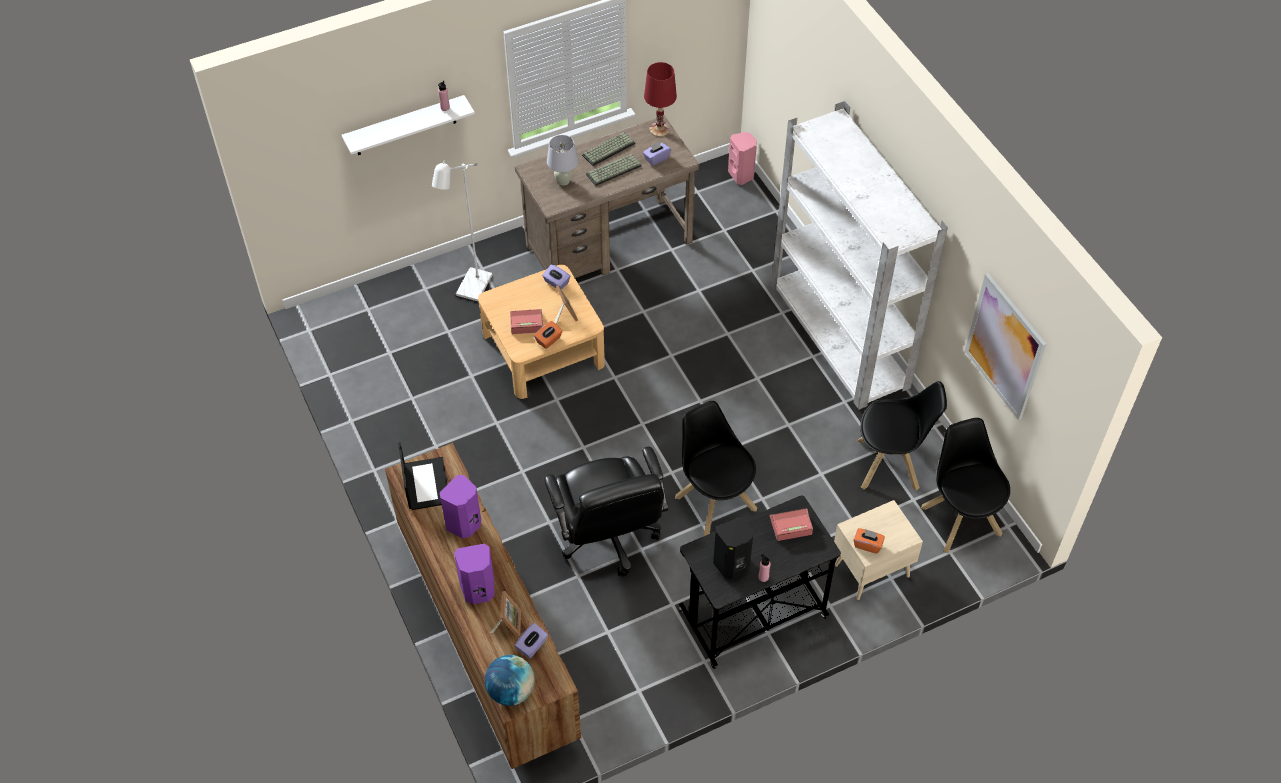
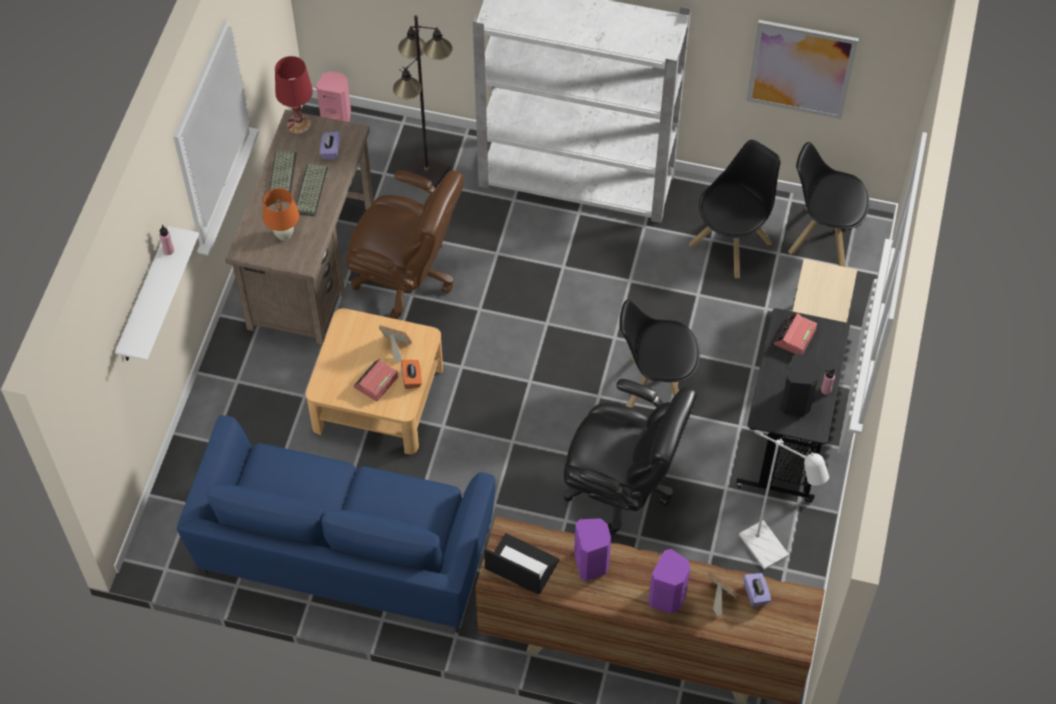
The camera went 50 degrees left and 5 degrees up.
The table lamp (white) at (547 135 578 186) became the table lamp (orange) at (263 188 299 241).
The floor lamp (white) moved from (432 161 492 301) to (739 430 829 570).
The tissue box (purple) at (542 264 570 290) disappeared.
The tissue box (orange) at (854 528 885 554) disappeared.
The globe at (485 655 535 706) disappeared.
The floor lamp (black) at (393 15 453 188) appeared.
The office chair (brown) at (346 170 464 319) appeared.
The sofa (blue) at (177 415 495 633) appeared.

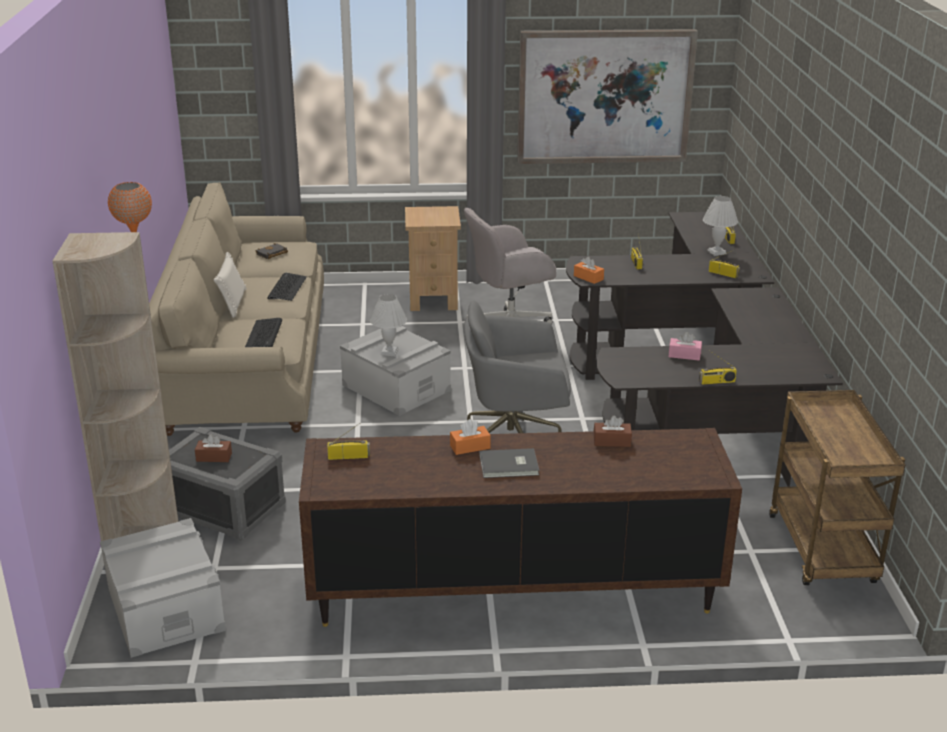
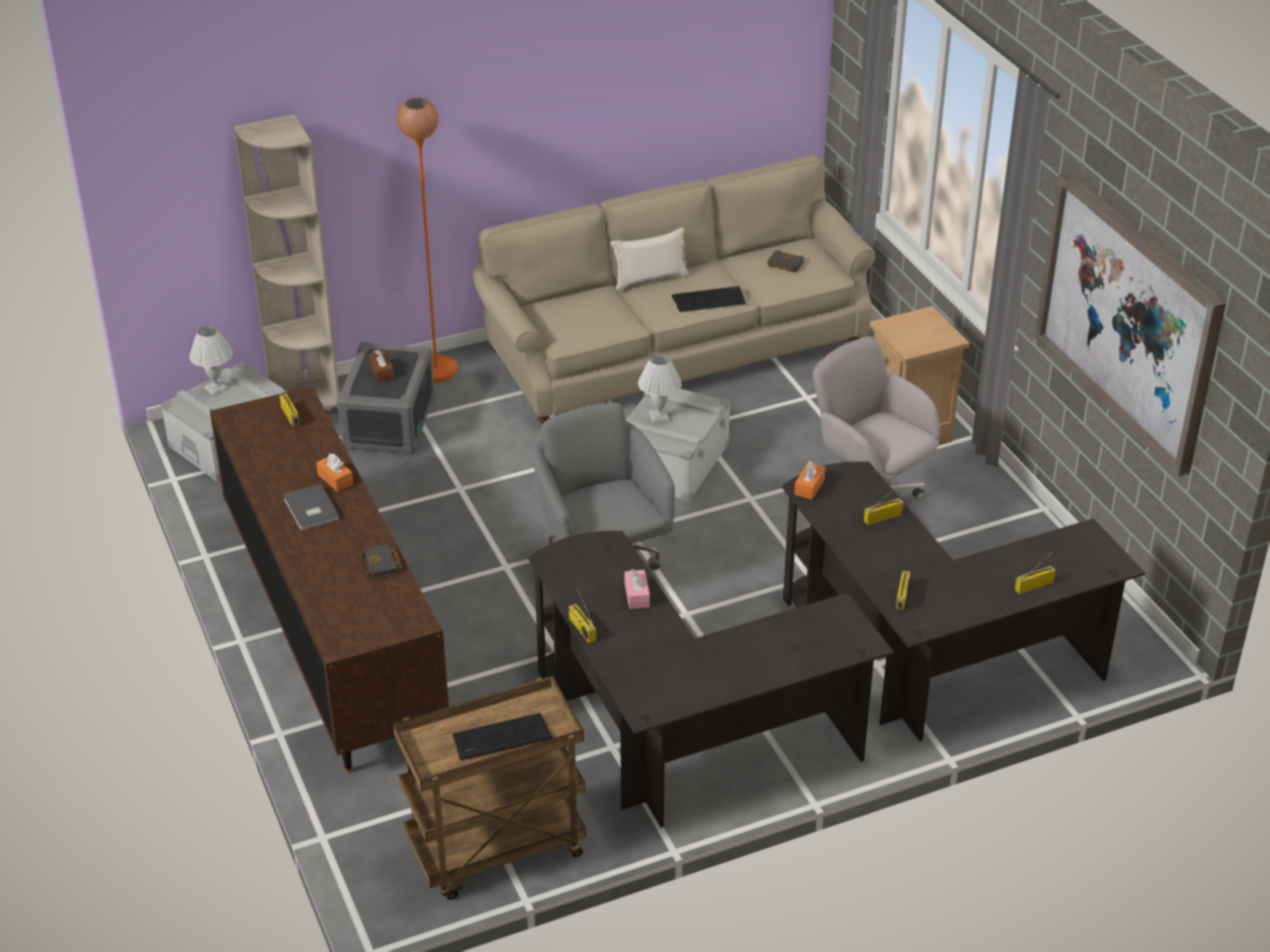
The camera went 70 degrees right and 10 degrees up.
The table lamp (white) moved from (703 196 738 256) to (189 326 233 396).
The keyboard moved from (245 318 282 347) to (452 713 553 760).
The tissue box (brown) at (594 415 632 447) was replaced by the book (black) at (360 544 402 578).

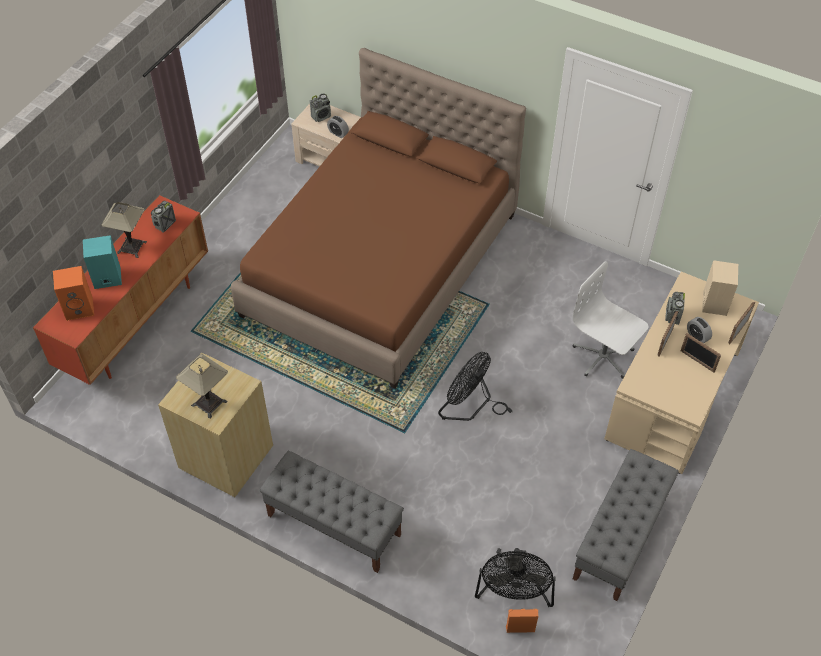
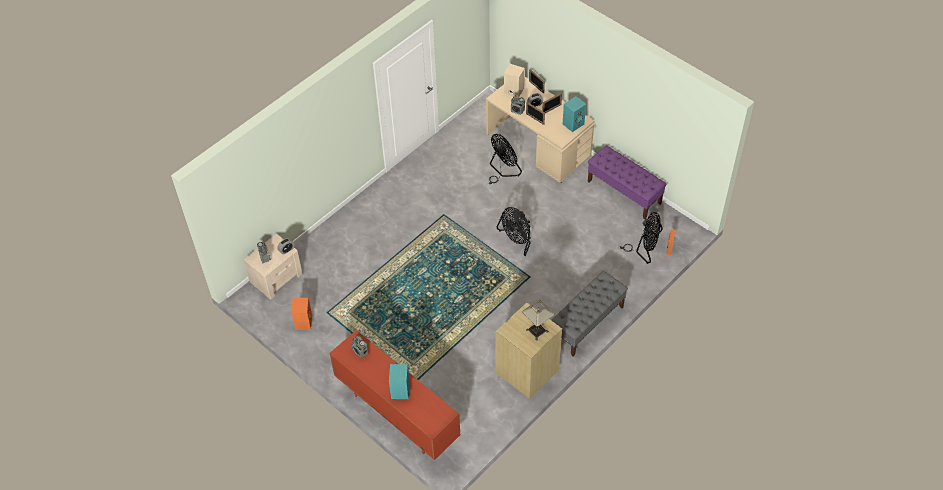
The camera went 75 degrees left and 0 degrees up.
The bed (brown) at (231 48 526 389) disappeared.
The table lamp at (101 202 147 258) disappeared.
The office chair (white) at (572 261 649 379) was replaced by the fan (black) at (488 134 522 184).
The speaker (orange) moved from (53 266 94 321) to (291 298 312 330).
The bench (grey) at (573 449 679 601) became the bench (purple) at (588 145 667 219).
The speaker (turquoise) at (563 96 586 132) appeared.

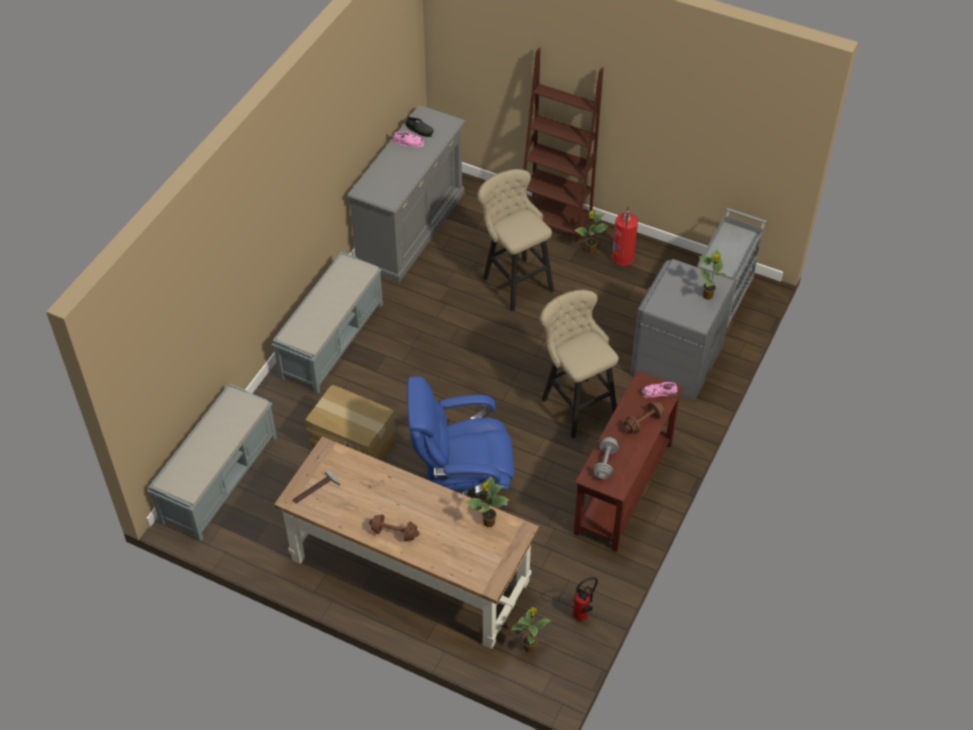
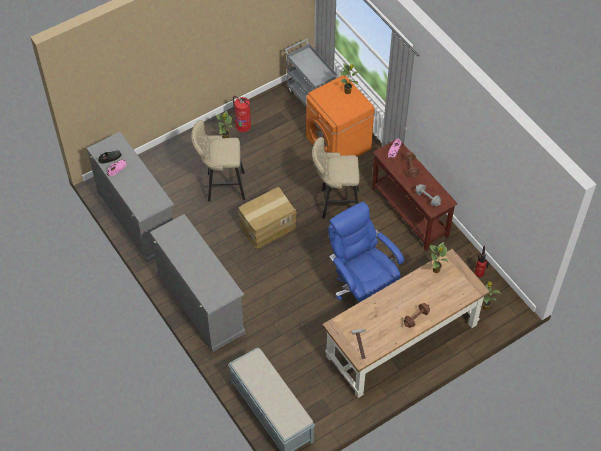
The camera went 60 degrees left and 5 degrees up.
The bookcase (brown) at (523 48 603 243) disappeared.
The bench (grey) at (272 252 383 394) was replaced by the cabinet (grey) at (150 214 246 352).
The washing machine (grey) at (630 259 736 401) became the washing machine (orange) at (306 75 374 157).
The office chair (blue) at (407 376 514 508) turned 120 degrees clockwise.
The cardboard box moved from (306 385 396 461) to (238 187 297 249).

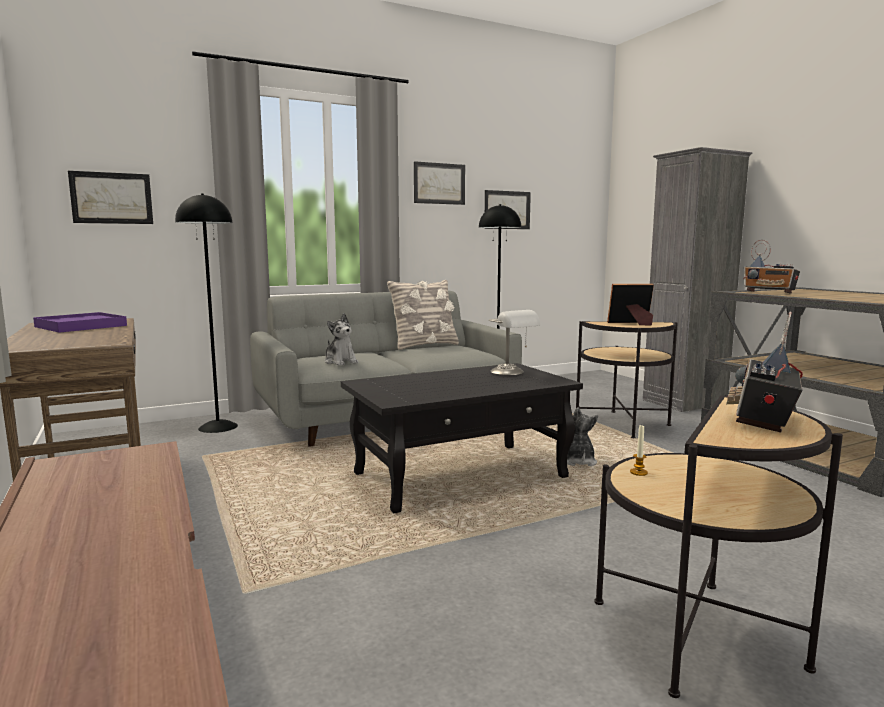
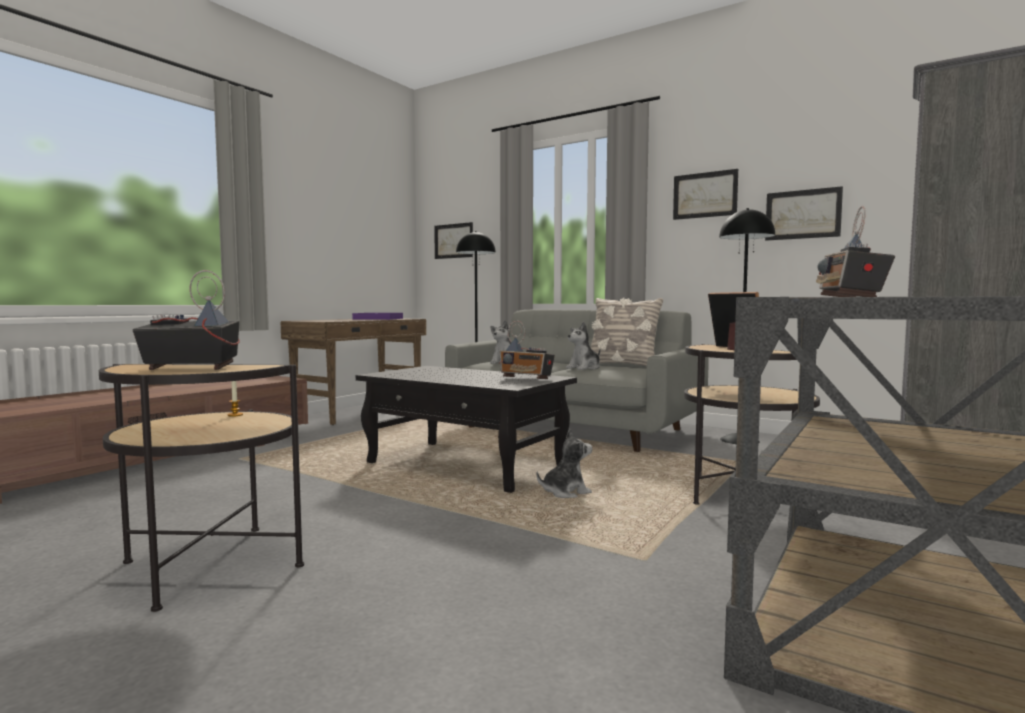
The camera went 60 degrees right and 5 degrees down.
The table lamp (white) at (489 310 540 375) was replaced by the radio at (499 321 555 379).
The plush toy at (566 322 600 370) appeared.

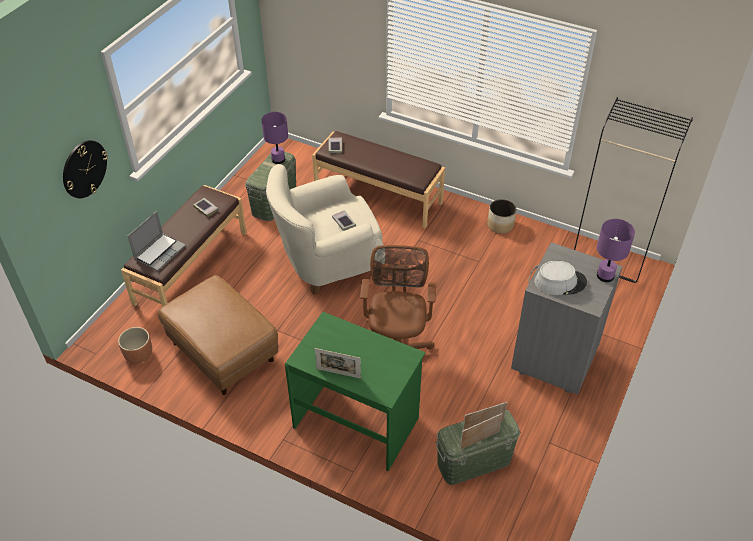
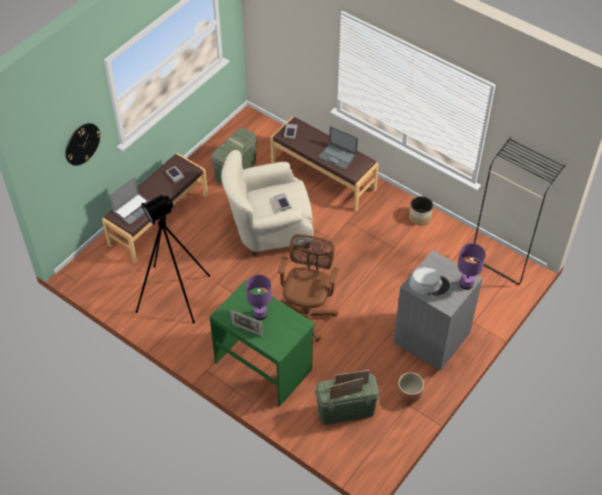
The camera went 10 degrees right and 5 degrees up.
The table lamp (purple) moved from (262 112 288 164) to (246 275 272 320).
The ottoman (brown) at (158 275 278 395) was replaced by the floor lamp (black) at (135 195 210 323).
The planter (brown) moved from (118 327 152 363) to (398 372 424 403).
The laptop at (318 126 358 170) appeared.

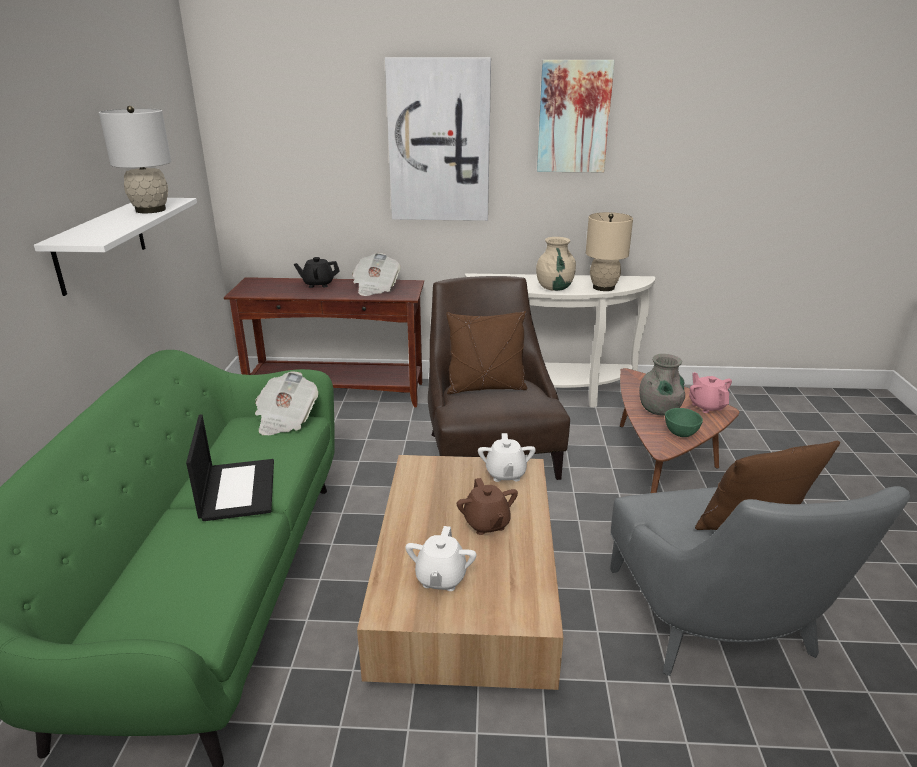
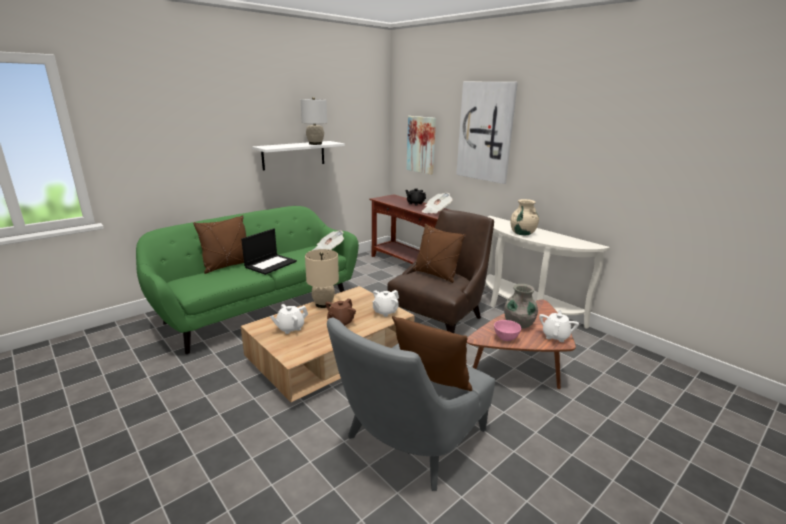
The camera went 45 degrees right and 5 degrees down.
The picture moved from (537 60 615 173) to (407 116 436 175).
The table lamp (beige) moved from (586 212 633 291) to (305 249 339 308).
The teapot (pink) at (689 372 732 413) became the teapot (white) at (539 310 579 342).
The bowl (green) at (665 408 703 437) became the bowl (pink) at (494 320 521 341).
The pillow (brown) at (193 215 247 274) appeared.

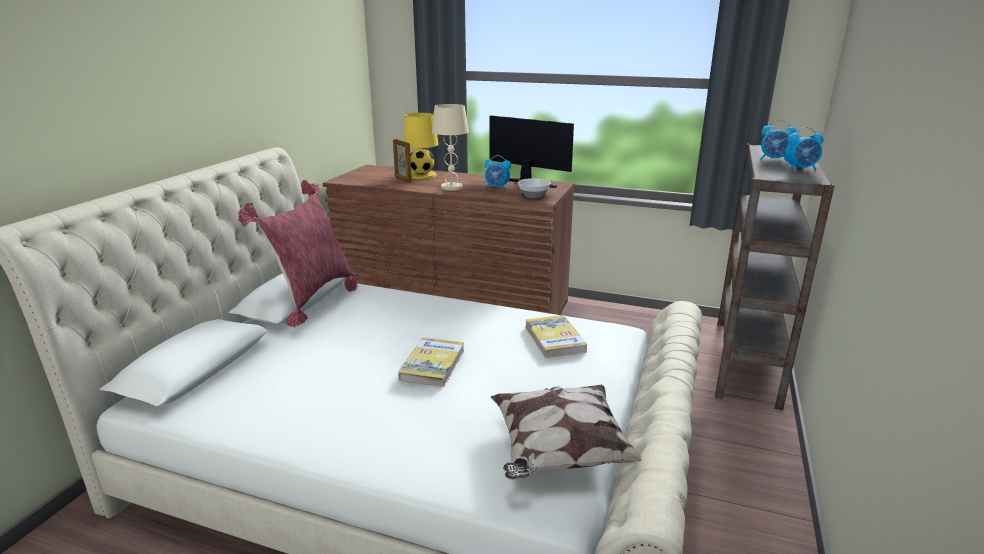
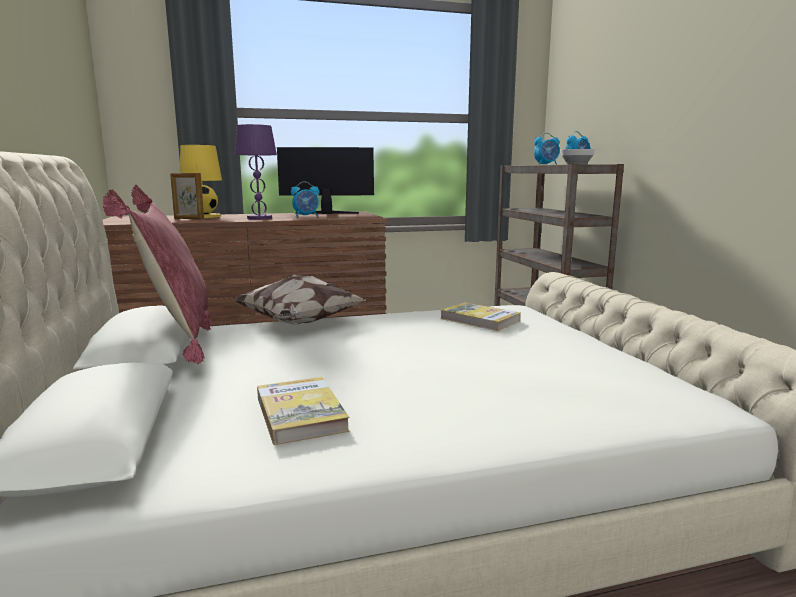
The camera went 35 degrees left and 10 degrees down.
The table lamp (beige) at (432 104 469 191) became the table lamp (purple) at (235 124 277 220).
The bowl moved from (518 178 551 198) to (560 149 596 164).
The book moved from (398 337 464 387) to (257 377 350 445).
The pillow moved from (491 385 642 479) to (232 275 367 325).

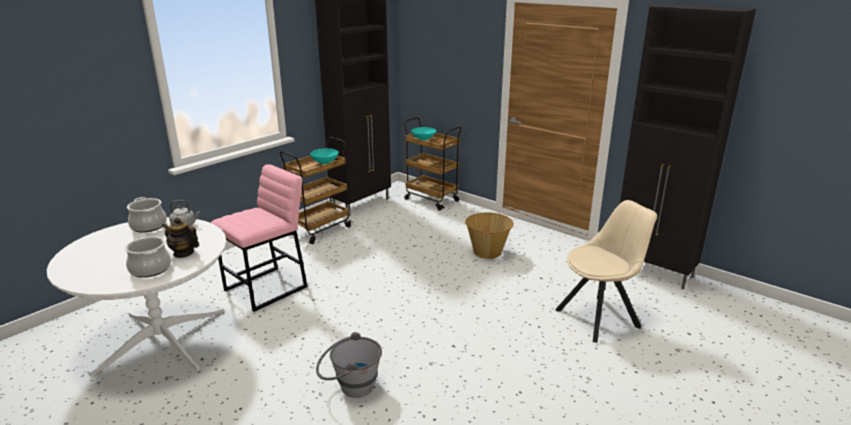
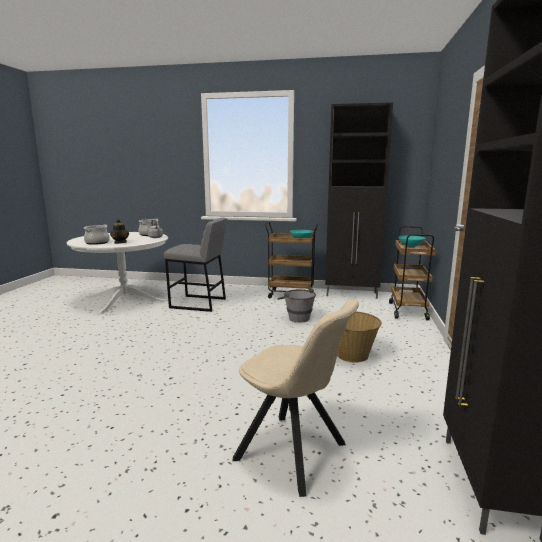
The camera went 60 degrees right and 10 degrees down.
The chair (pink) at (211 164 307 312) became the chair (grey) at (164 218 227 312).
The bucket (grey) moved from (316 332 382 398) to (277 287 316 322).

